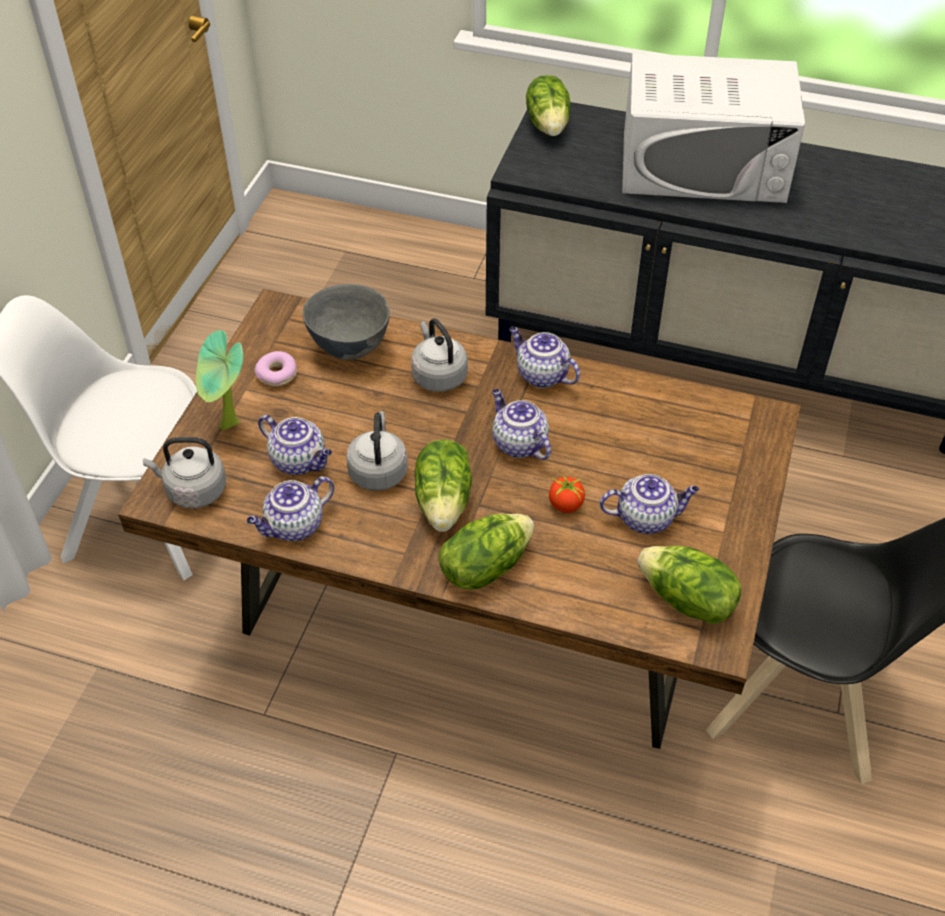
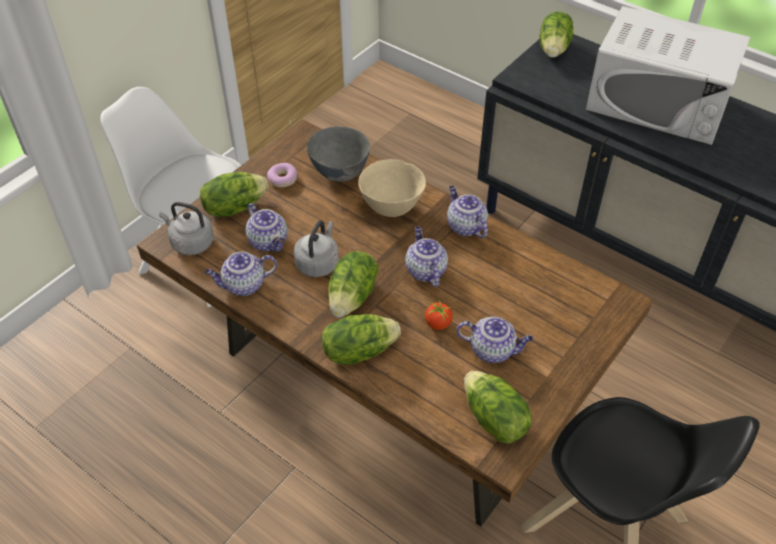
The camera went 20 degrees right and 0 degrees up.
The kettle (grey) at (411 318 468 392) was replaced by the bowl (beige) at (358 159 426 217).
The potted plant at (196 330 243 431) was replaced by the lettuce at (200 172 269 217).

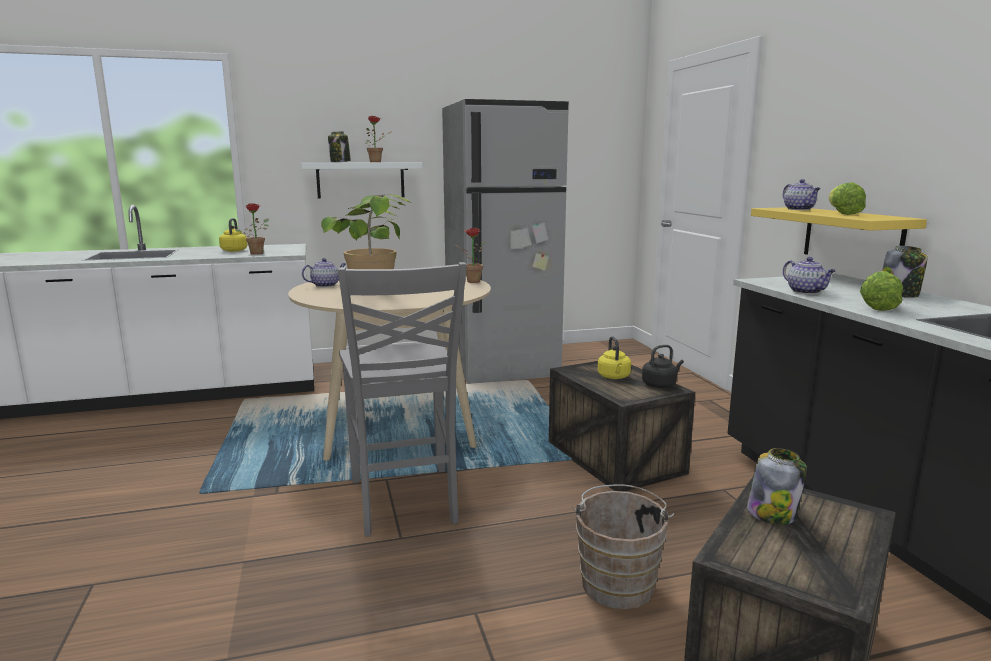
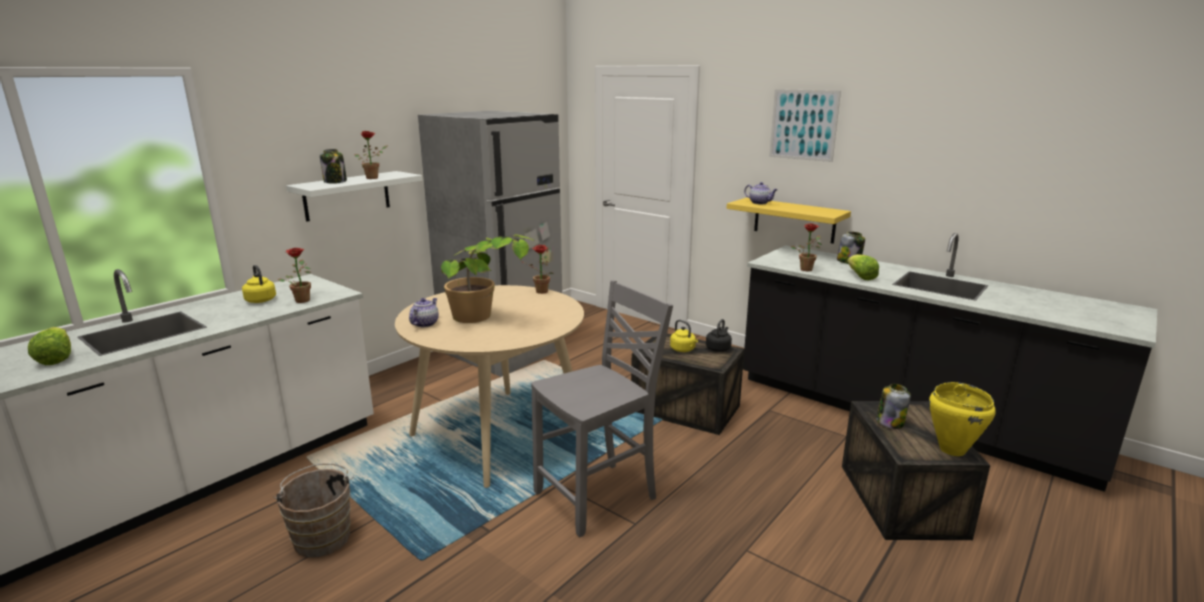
The camera went 35 degrees left and 5 degrees up.
The lettuce moved from (829 182 866 215) to (28 327 71 365).
The teapot at (783 257 836 294) was replaced by the potted plant at (790 223 822 271).
The chair (grey) at (338 262 467 537) turned 75 degrees counterclockwise.
The bucket (brown) moved from (572 484 674 609) to (273 463 354 558).
The picture at (769 89 841 162) appeared.
The cooking pot (yellow) at (929 382 996 456) appeared.

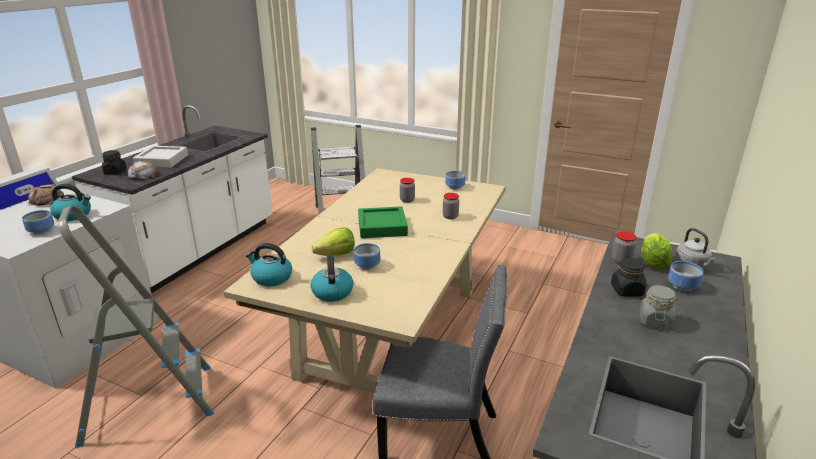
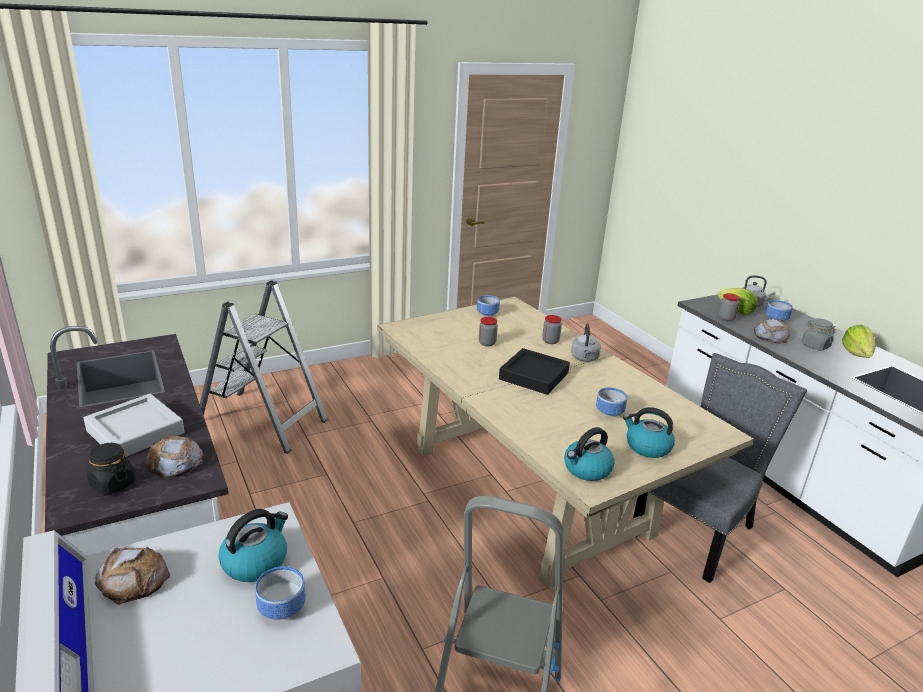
The camera went 55 degrees left and 0 degrees up.
The tray (green) at (358 206 408 238) became the tray (black) at (499 348 570 395).
The lettuce moved from (311 227 355 256) to (842 324 876 358).
The jar (black) at (611 257 647 297) was replaced by the bread at (754 318 790 344).
The kettle (grey) at (571 323 601 362) appeared.

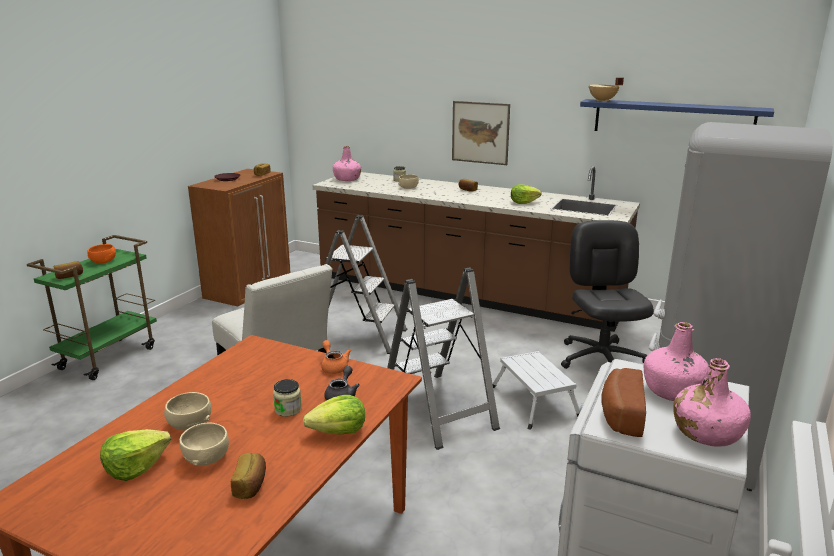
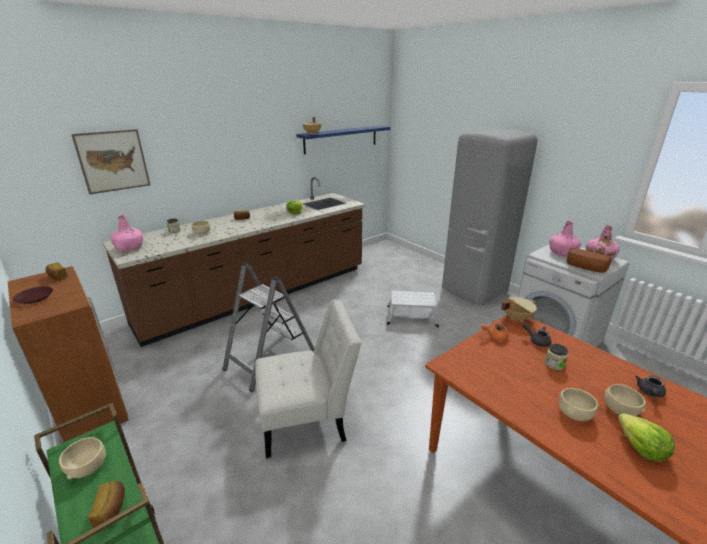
The camera went 65 degrees left and 5 degrees up.
The picture moved from (452 101 510 165) to (71 129 150 194).
The office chair (black) at (561 220 654 369) disappeared.
The bowl (orange) at (87 244 116 263) became the bowl (beige) at (59 437 106 479).
The step ladder (grey) at (387 267 500 450) disappeared.
The lettuce at (303 395 365 435) disappeared.
The bread at (231 453 266 499) was replaced by the teapot (grey) at (636 376 666 398).
The cooking pot (beige) at (501 297 537 322) appeared.

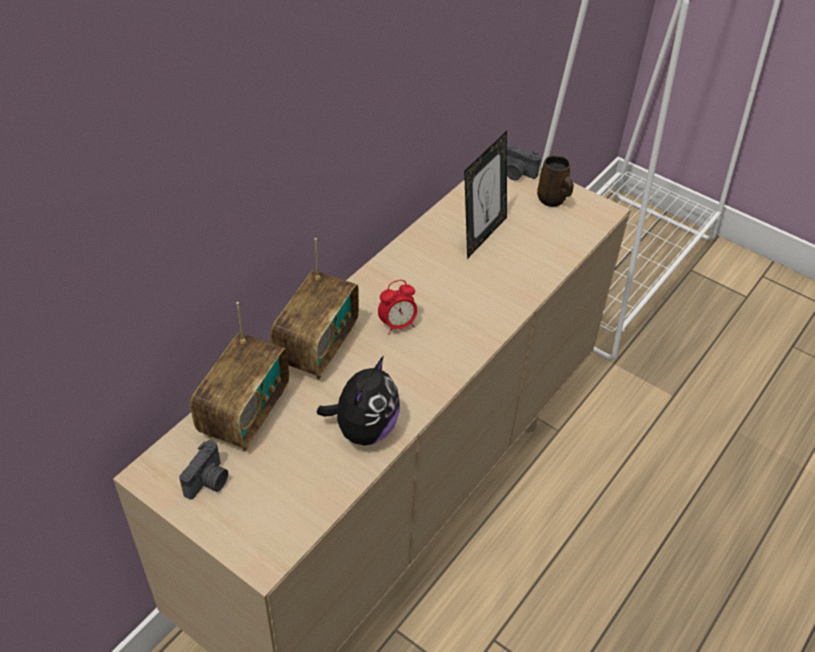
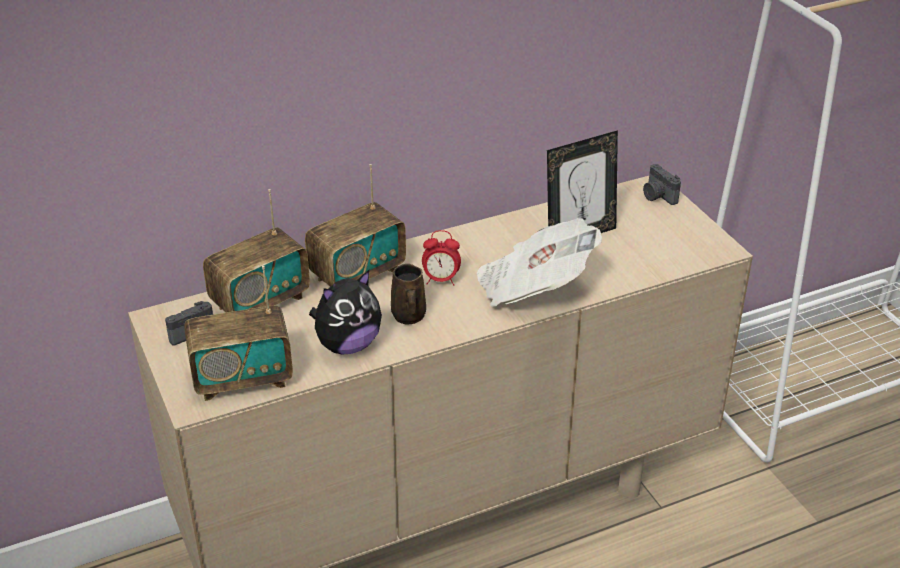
The camera went 30 degrees right and 10 degrees down.
The mug (brown) moved from (537 155 574 207) to (391 264 426 324).
The newspaper at (476 218 602 307) appeared.
The radio at (184 266 293 401) appeared.

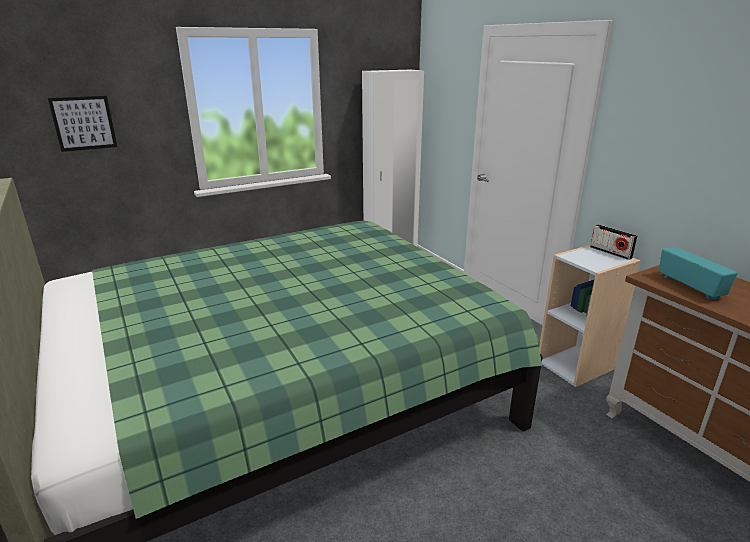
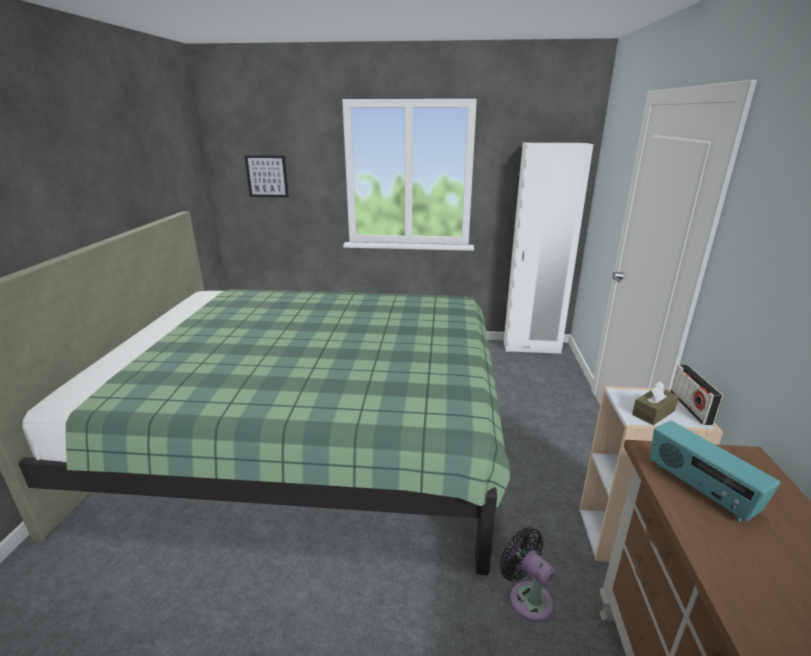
The camera went 35 degrees right and 0 degrees up.
The radio at (659 247 738 300) turned 135 degrees clockwise.
The tissue box (brown) at (632 381 679 425) appeared.
The fan (black) at (499 527 555 622) appeared.

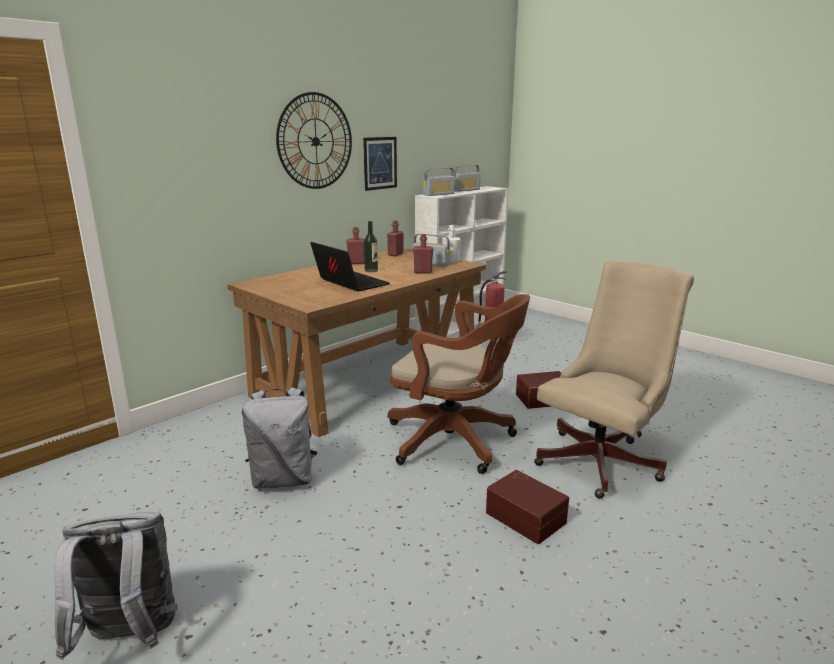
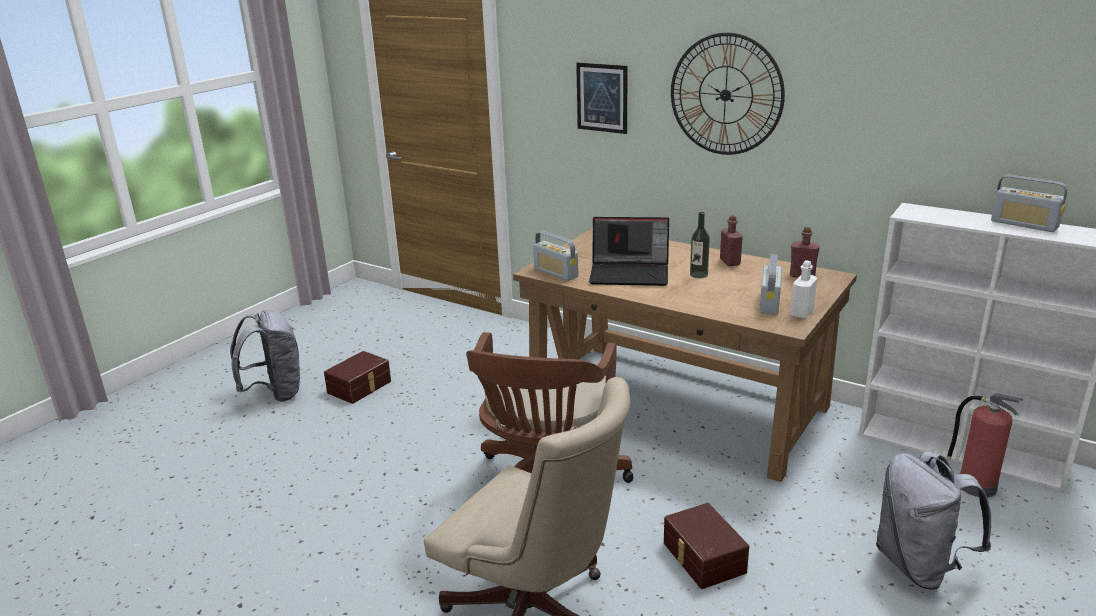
The camera went 80 degrees right and 5 degrees up.
The picture moved from (363 137 397 191) to (576 63 628 134).
The radio moved from (423 168 455 196) to (533 231 578 281).
The bottle (red) at (413 234 434 274) disappeared.
The laptop at (310 242 390 292) turned 60 degrees clockwise.
The backpack (grey) moved from (242 387 317 489) to (876 451 991 590).
The storage box (brown) moved from (486 470 569 544) to (324 351 391 404).

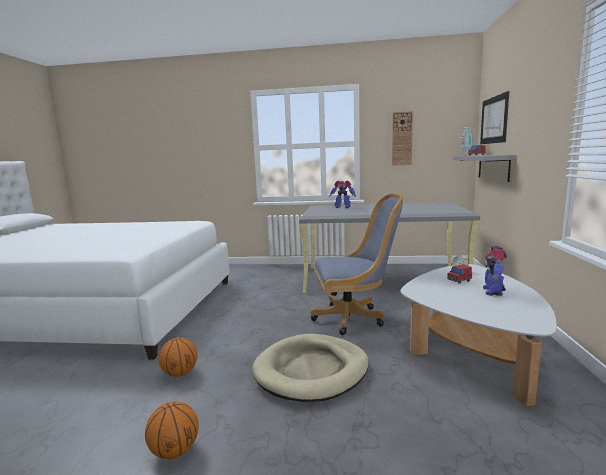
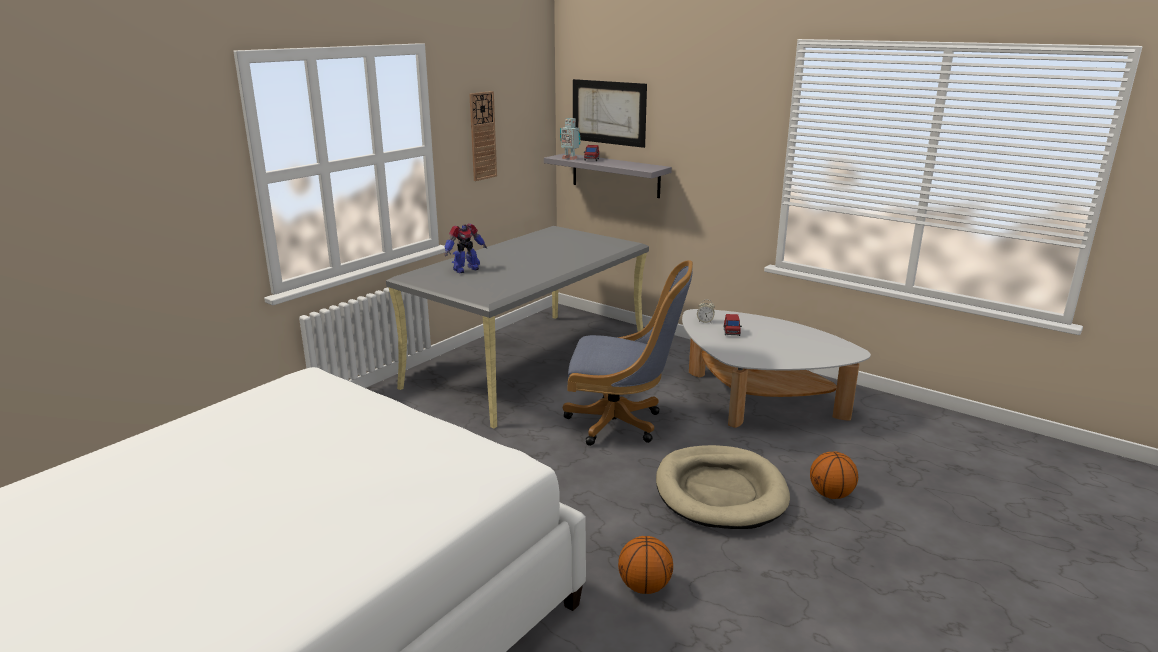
The camera went 60 degrees left and 10 degrees up.
The office chair (blue) at (310 193 403 335) turned 75 degrees clockwise.
The toy robot at (483 246 507 296) disappeared.
The basketball moved from (145 401 199 459) to (810 451 858 499).

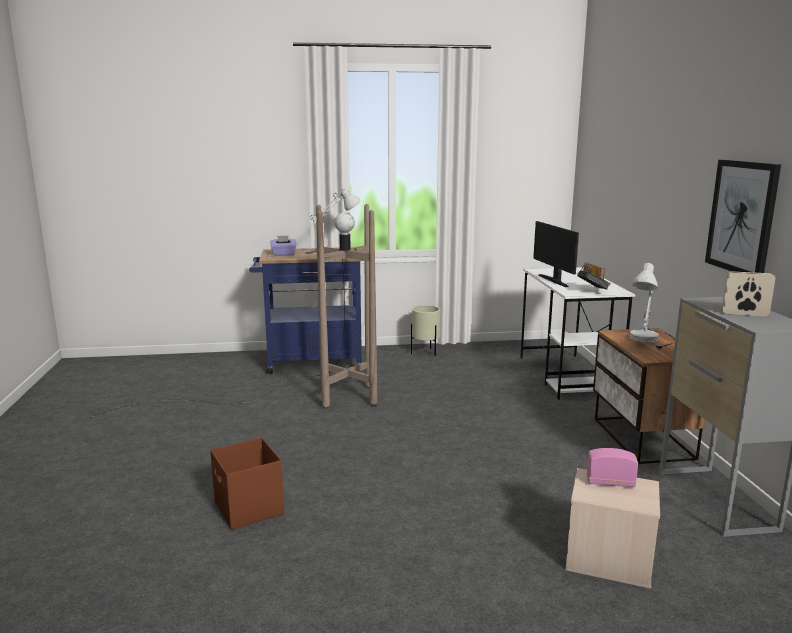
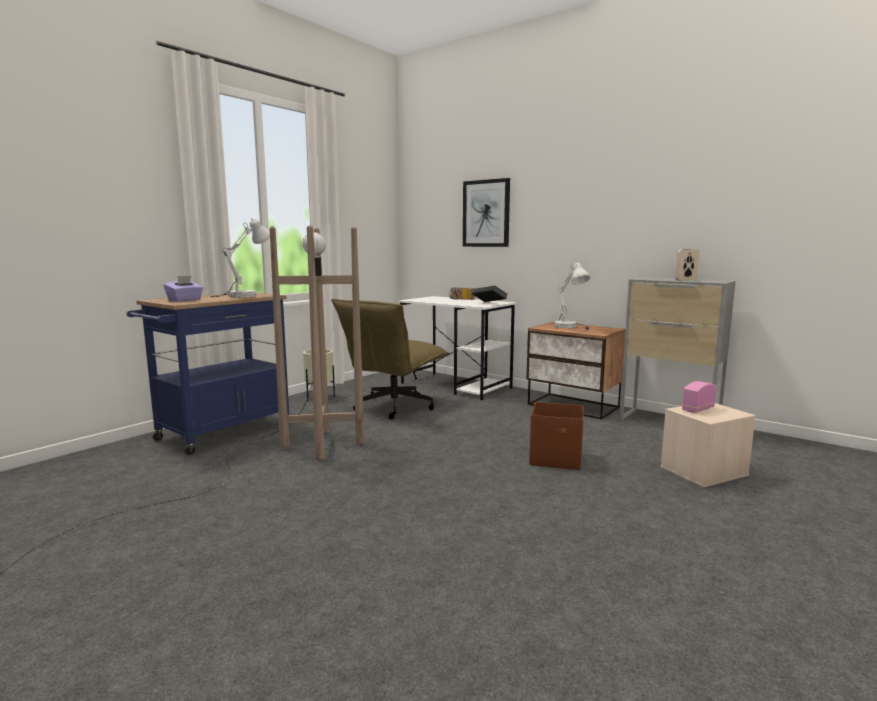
The camera went 45 degrees left and 5 degrees down.
The picture moved from (705 160 781 273) to (463 178 510 247).
The monitor at (533 221 579 287) disappeared.
The storage box (brown) moved from (210 438 284 530) to (529 402 584 470).
The office chair (beige) at (331 299 451 419) appeared.

